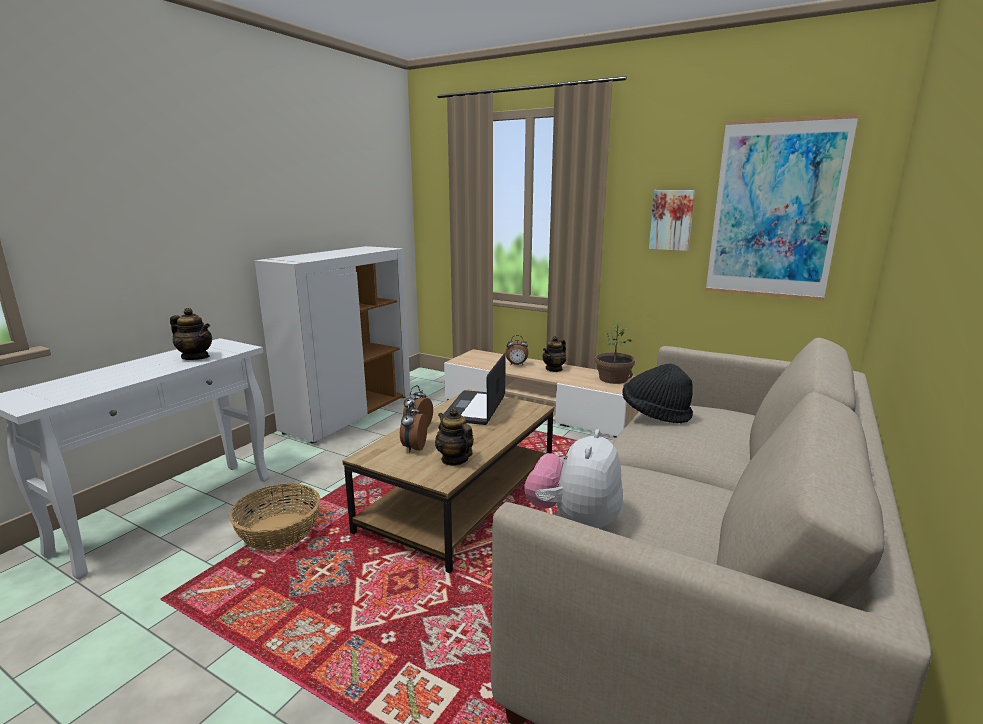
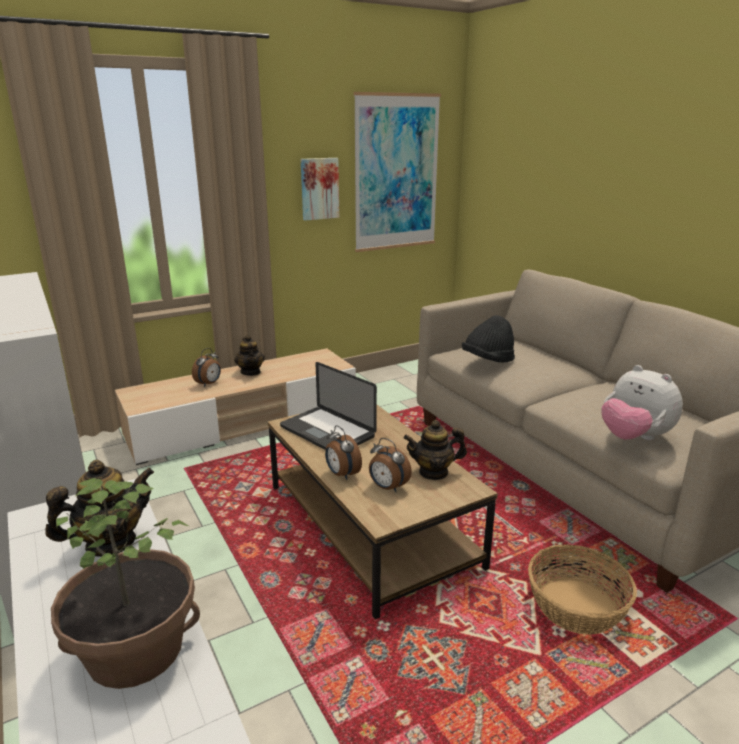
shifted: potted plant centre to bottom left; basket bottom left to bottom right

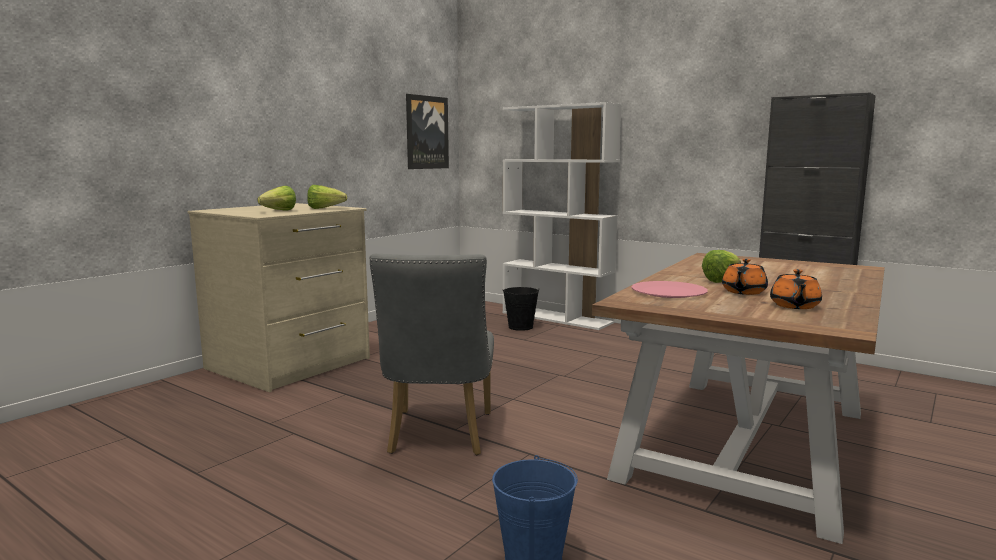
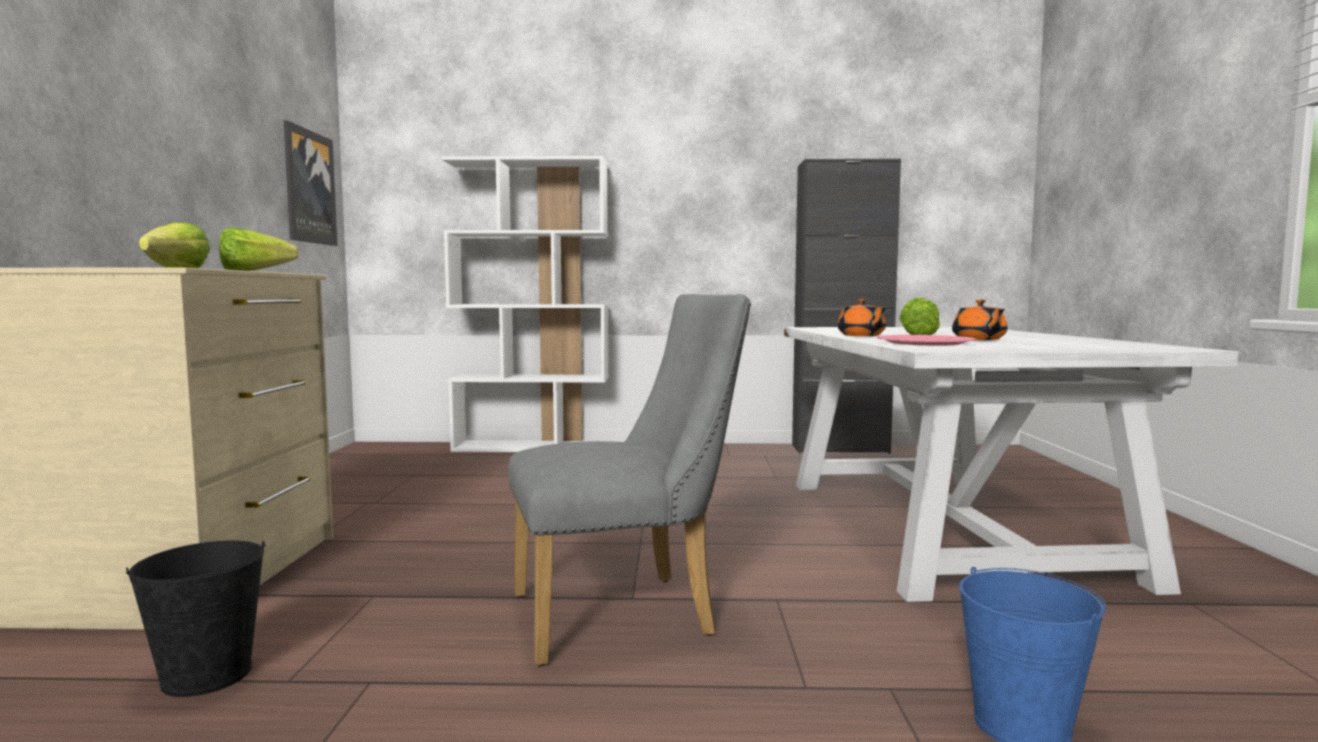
shifted: black bucket centre to bottom left; orange teapot (no. 2 from left in the first image) middle right to orange teapot (no. 1 from left) centre
repainted: brown dining table bottom right to white dining table middle right
rotated: grey chair centre = centre 75 degrees counterclockwise

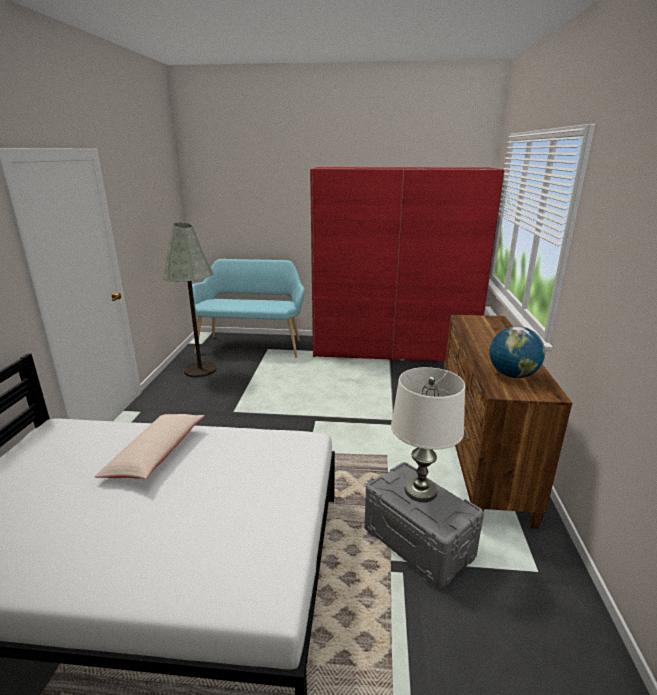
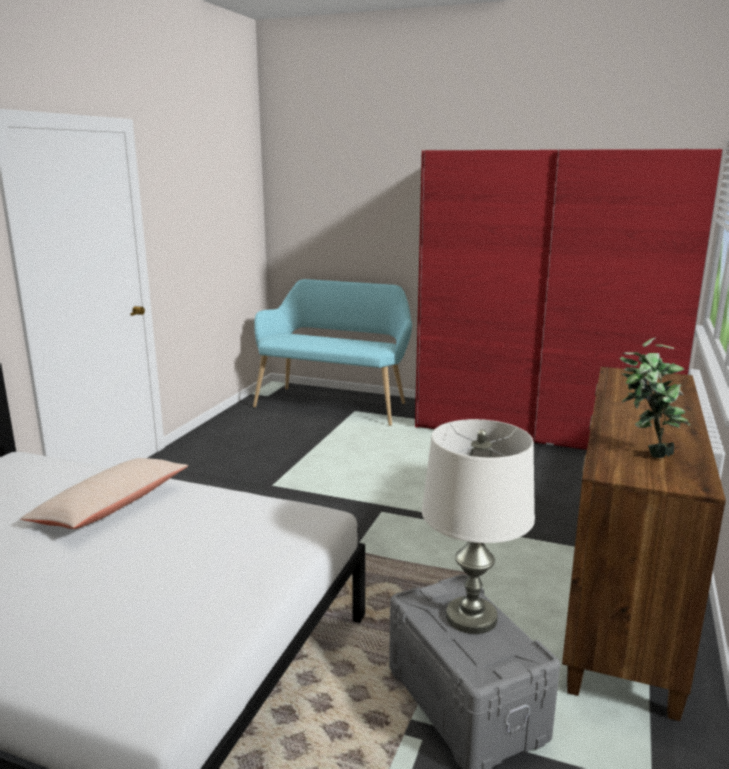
gone: grey floor lamp middle left
swapped: globe middle right to potted plant middle right

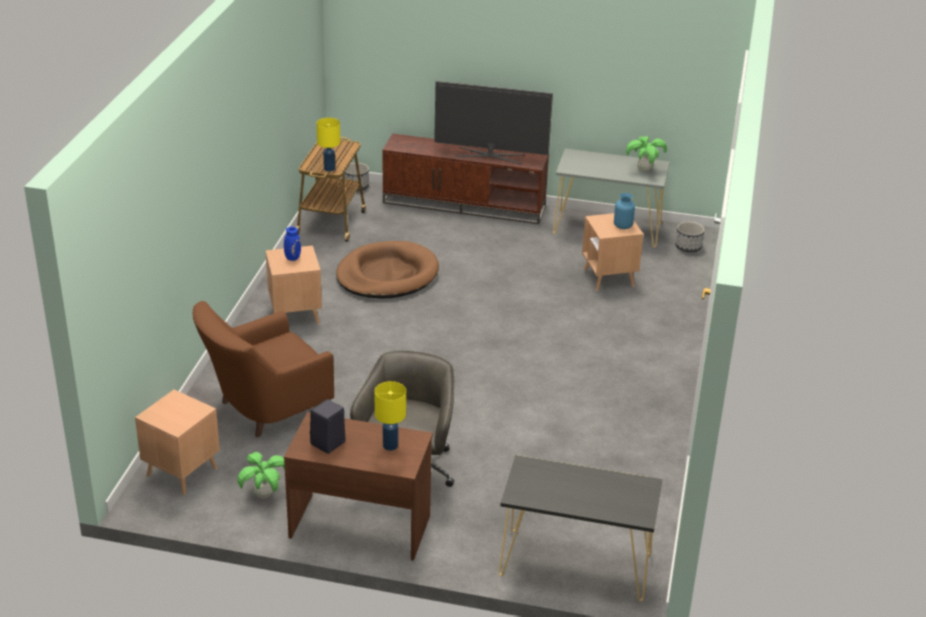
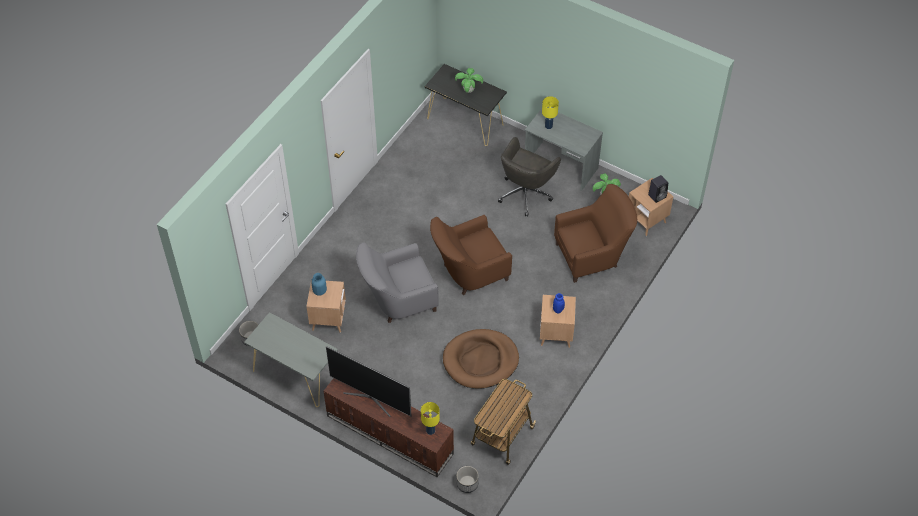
new: grey armchair centre; brown armchair (no. 1 from left) centre
shifted: yellow table lamp (no. 1 from left) top centre to bottom centre; potted plant (no. 2 from left in the first image) top right to potted plant (no. 1 from left) top centre; black speaker bottom centre to middle right
repainted: brown desk bottom centre to grey desk top centre

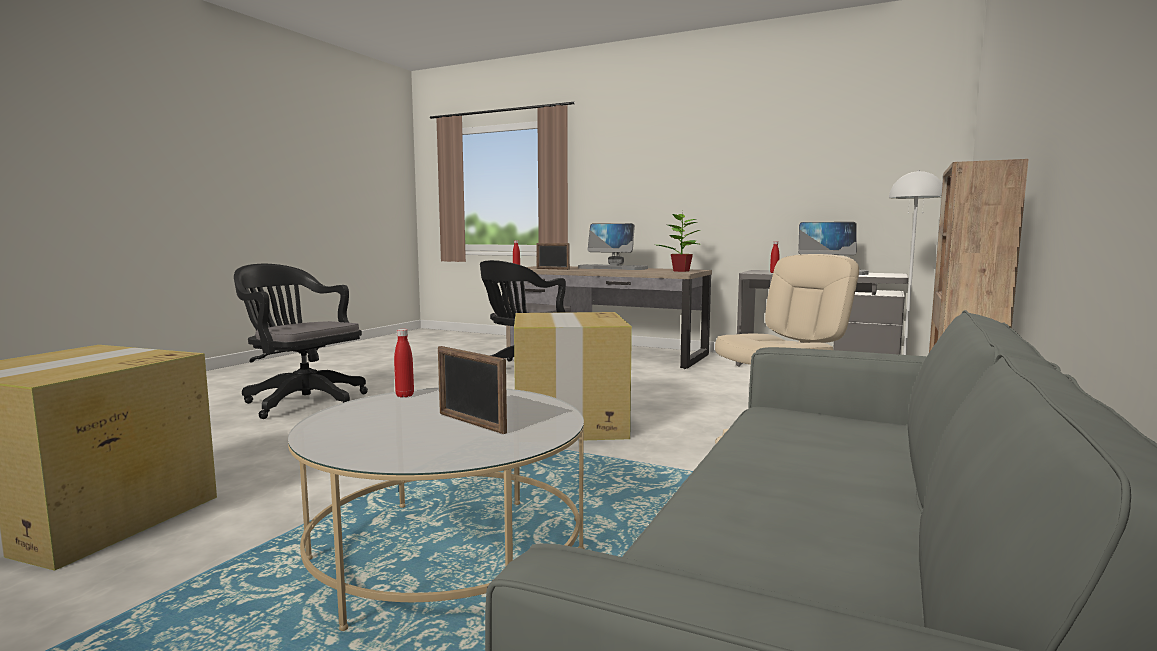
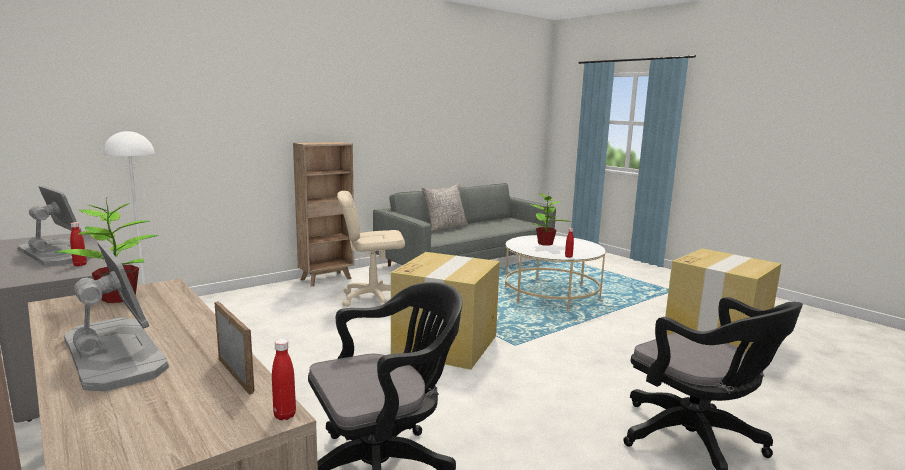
new: grey pillow centre
swapped: picture frame (no. 1 from left) centre to potted plant (no. 2 from left) centre

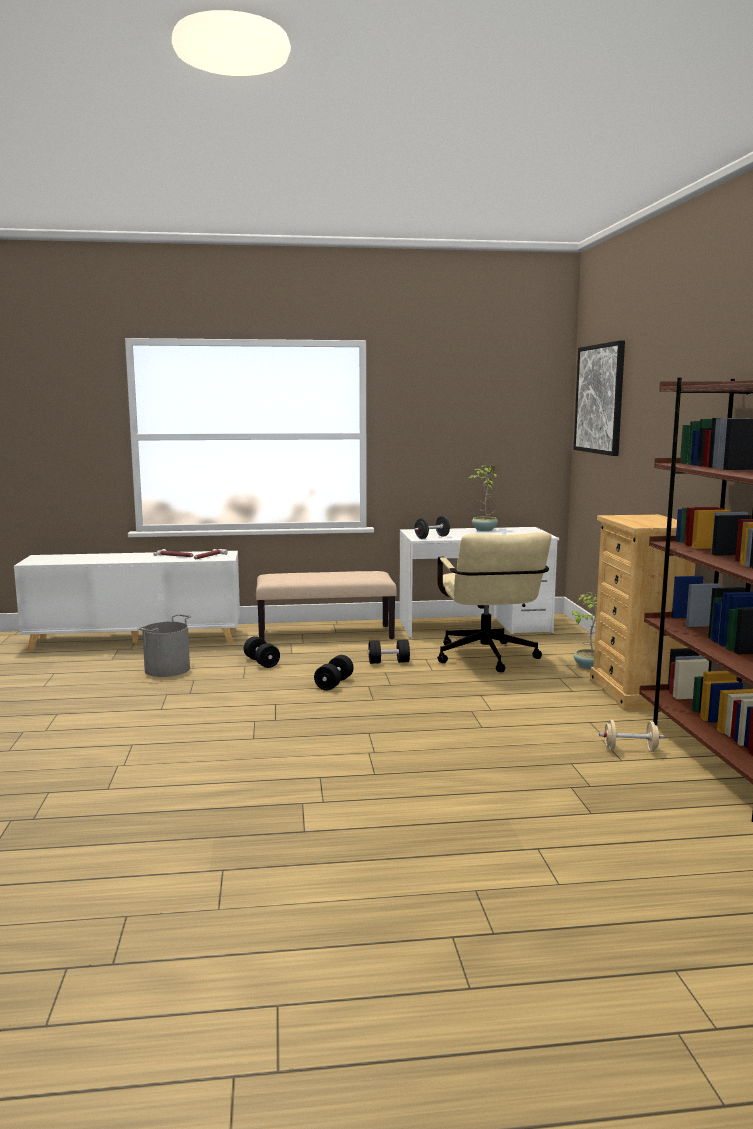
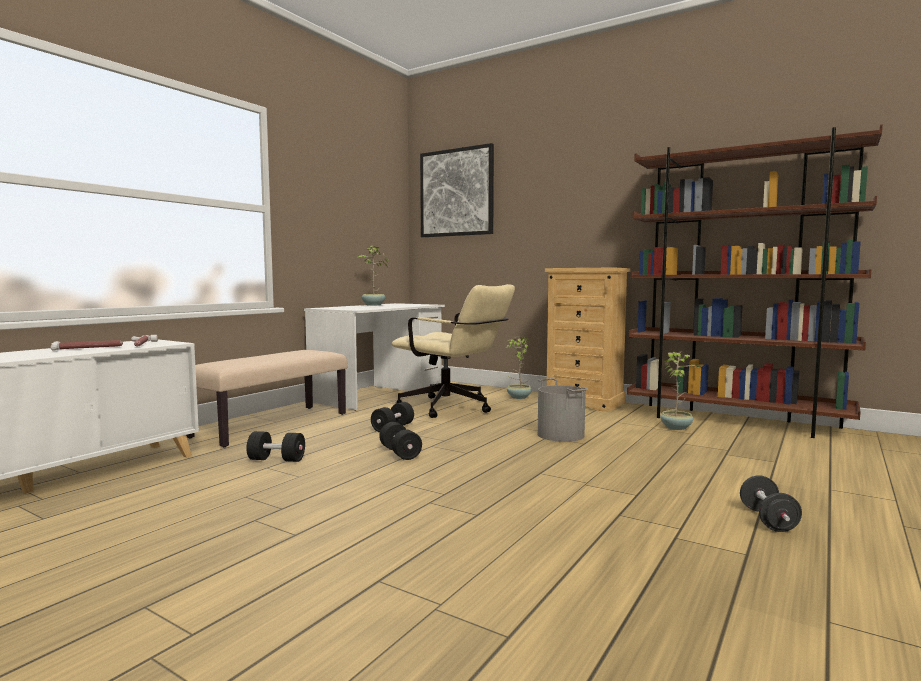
shifted: grey bucket middle left to centre; black dumbbell (no. 4 from left) centre to bottom right
swapped: beige dumbbell middle right to potted plant (no. 3 from left) middle right

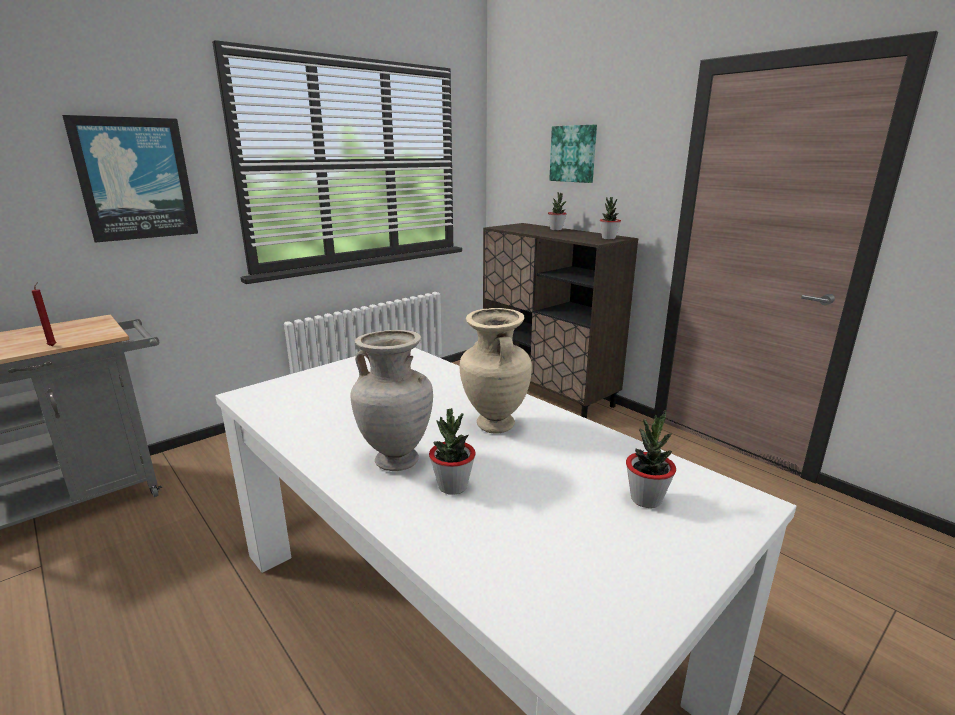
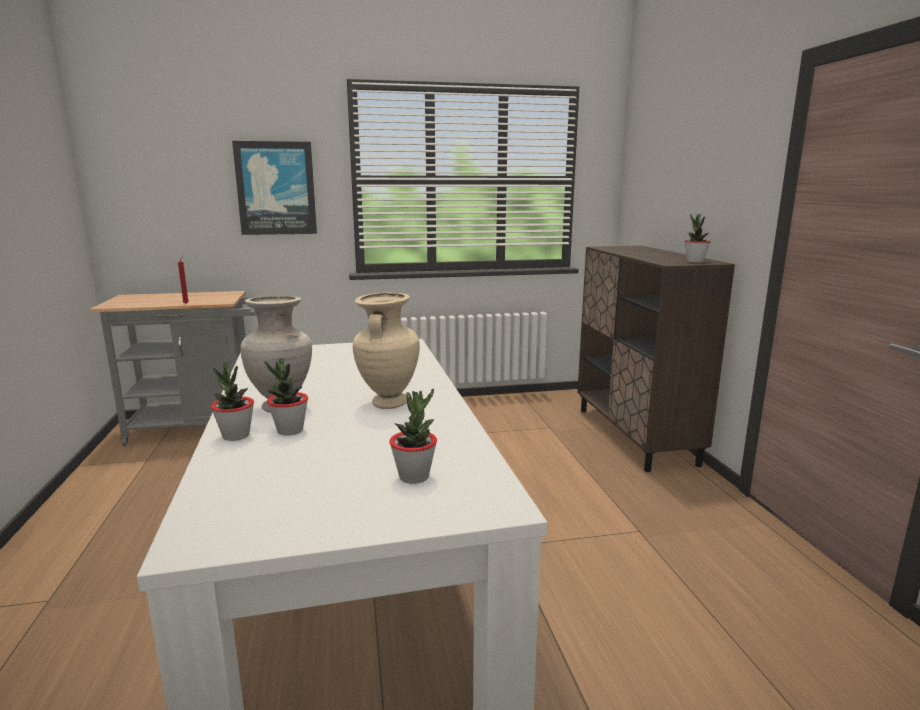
gone: picture (no. 2 from left) top centre
shifted: potted plant (no. 2 from left in the first image) top centre to potted plant (no. 1 from left) middle left

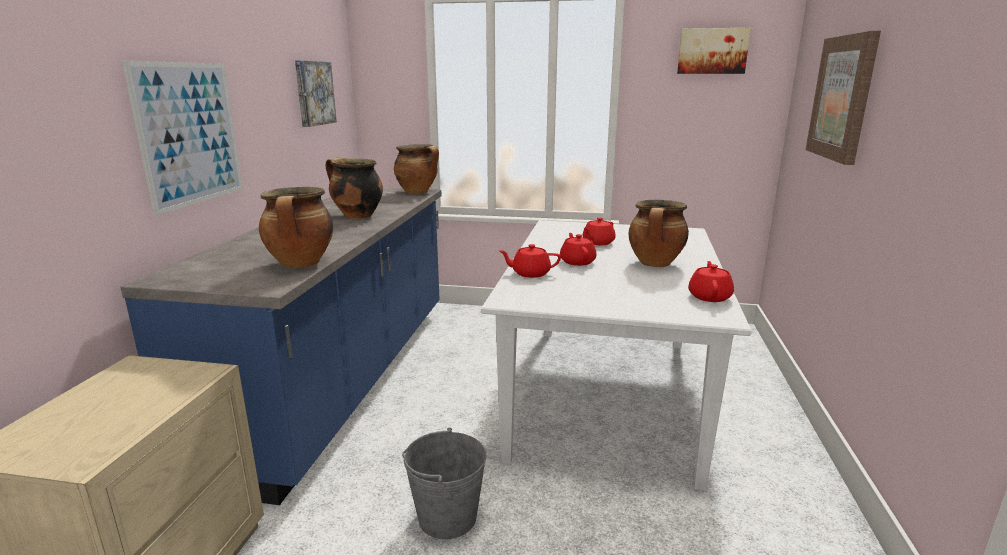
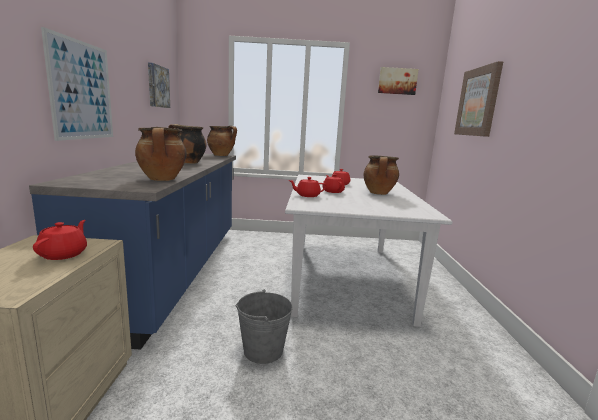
shifted: red teapot (no. 4 from left in the first image) middle right to red teapot (no. 1 from left) middle left

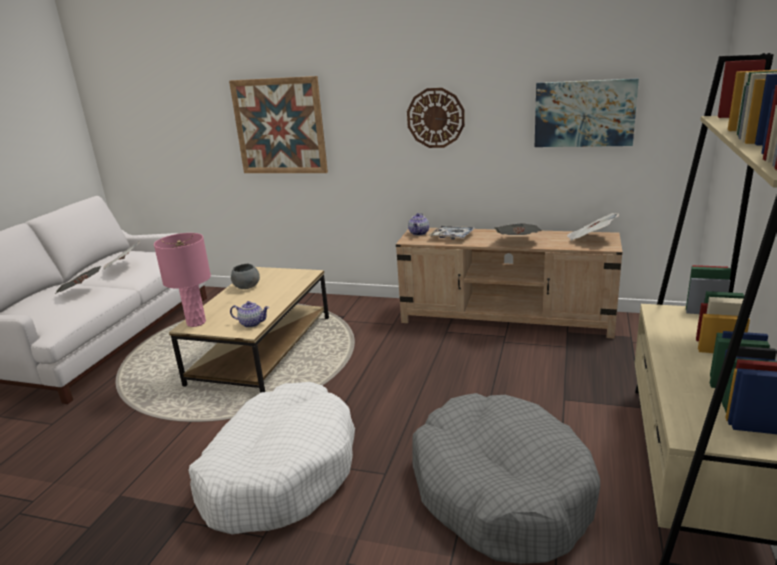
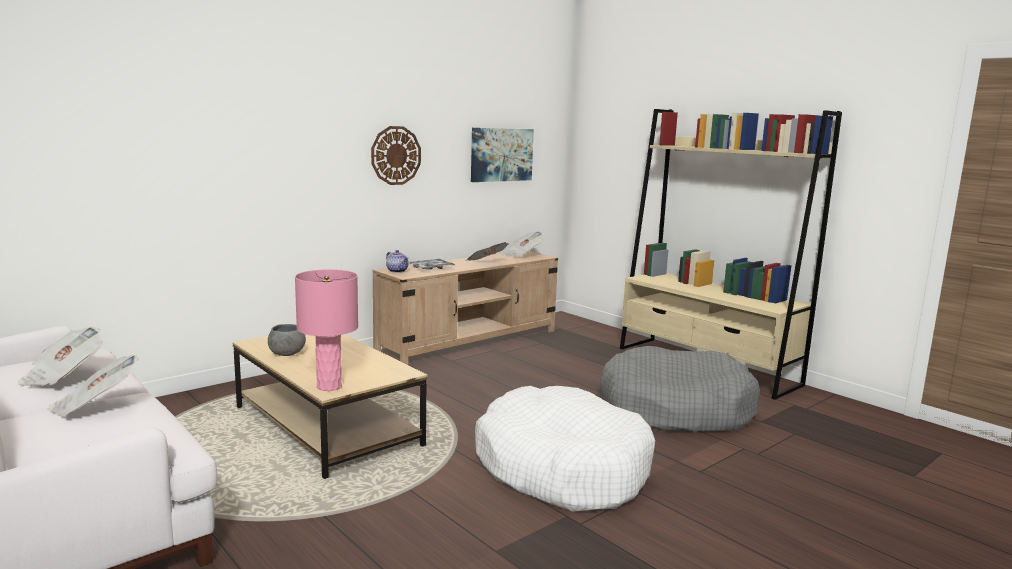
gone: picture (no. 1 from left) top centre; teapot (no. 1 from left) middle left

